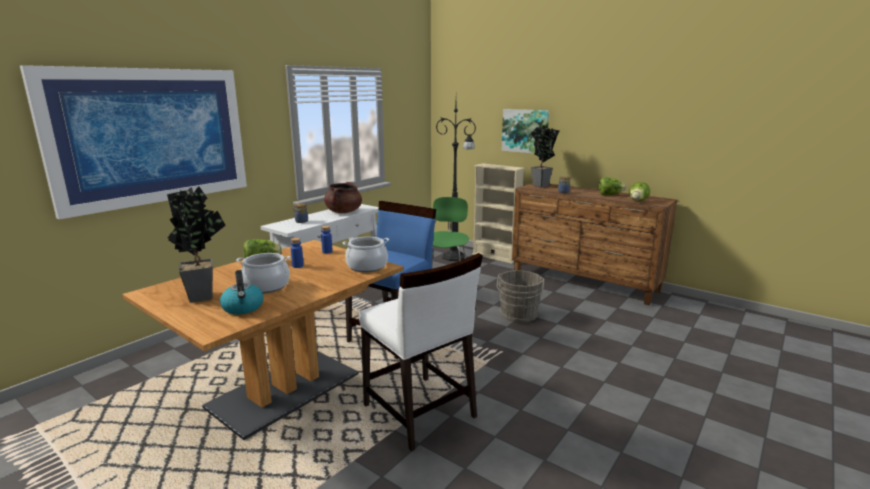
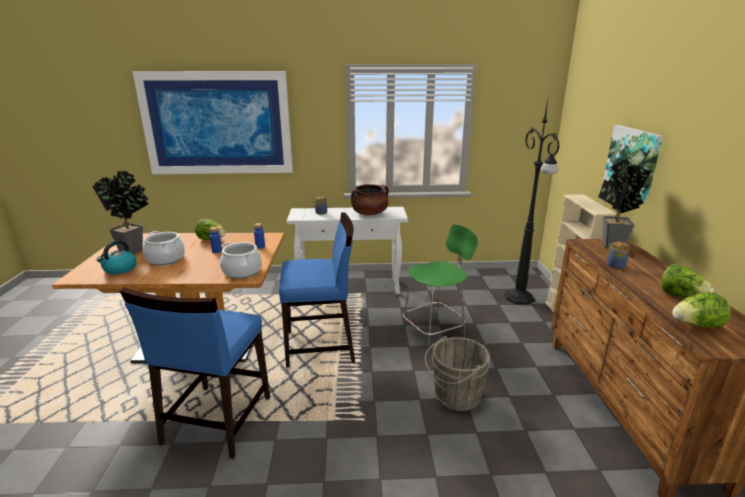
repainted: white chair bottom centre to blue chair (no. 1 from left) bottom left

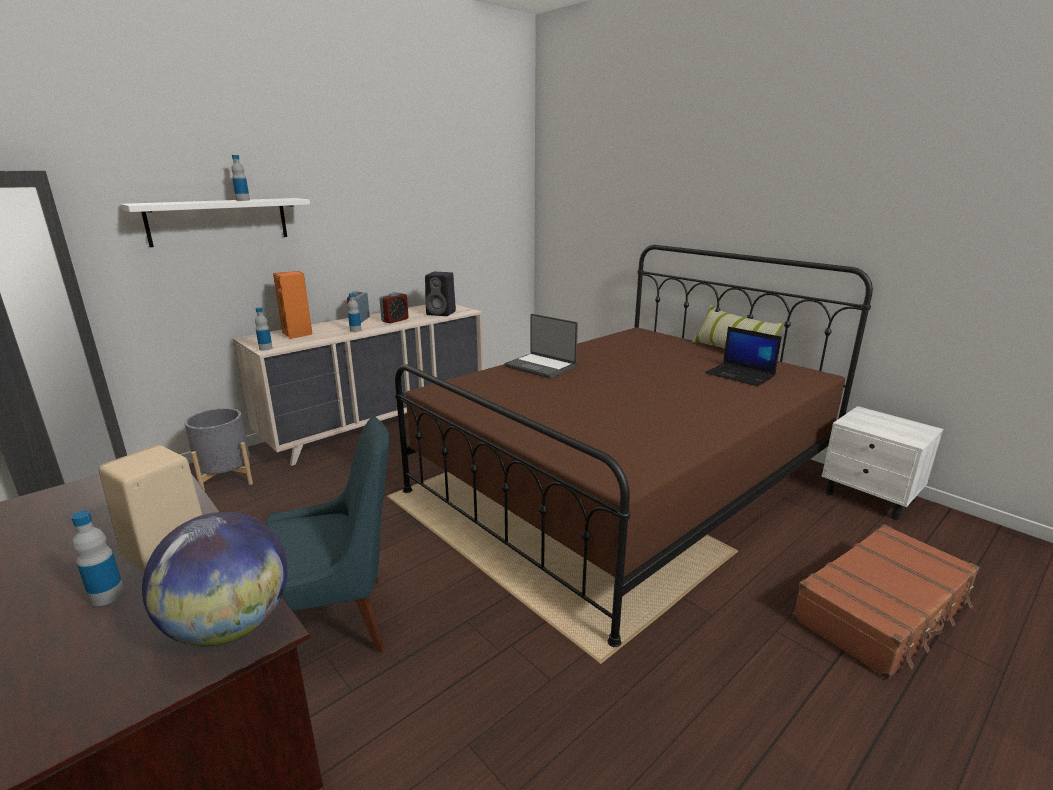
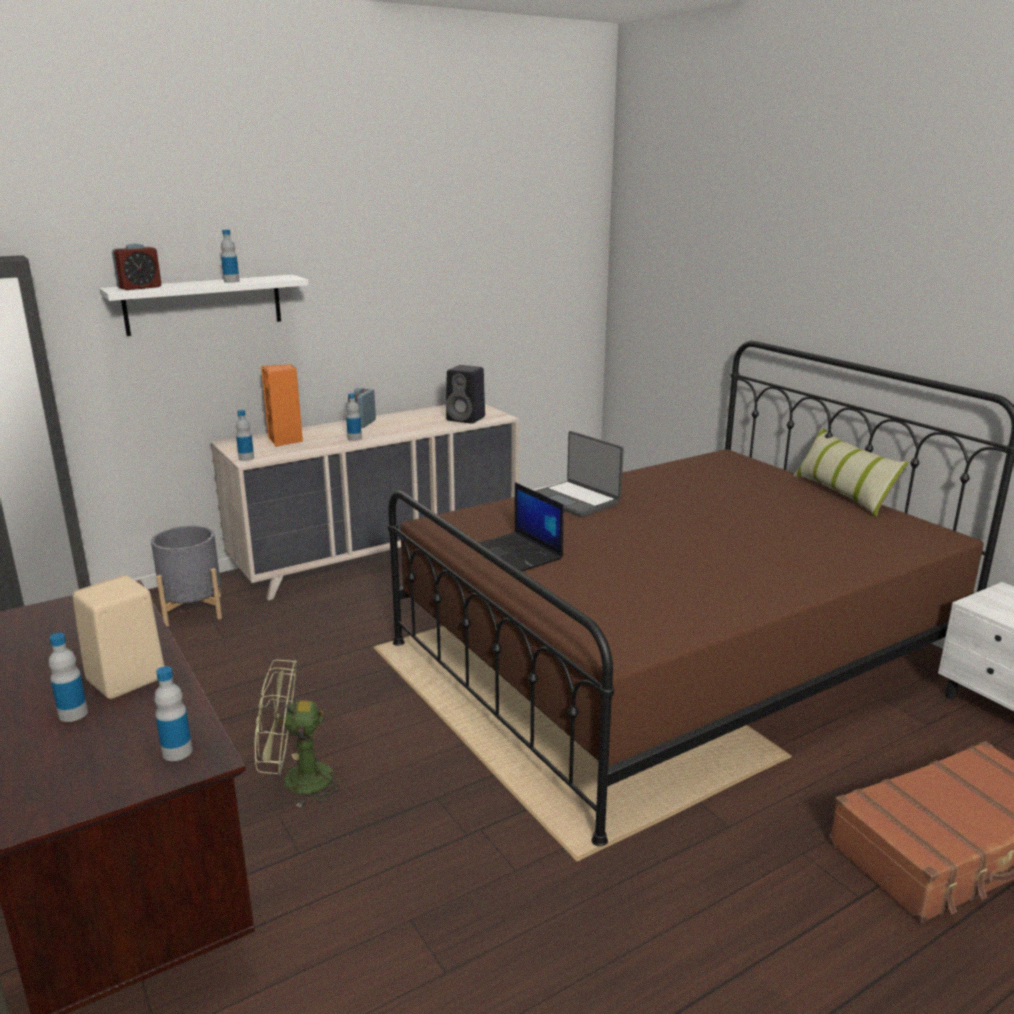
shifted: alarm clock (no. 2 from left in the first image) centre to alarm clock (no. 1 from left) top left; laptop (no. 2 from left in the first image) middle right to laptop (no. 1 from left) centre
swapped: globe bottom left to bottle (no. 2 from left) bottom left; blue chair bottom left to green fan bottom left

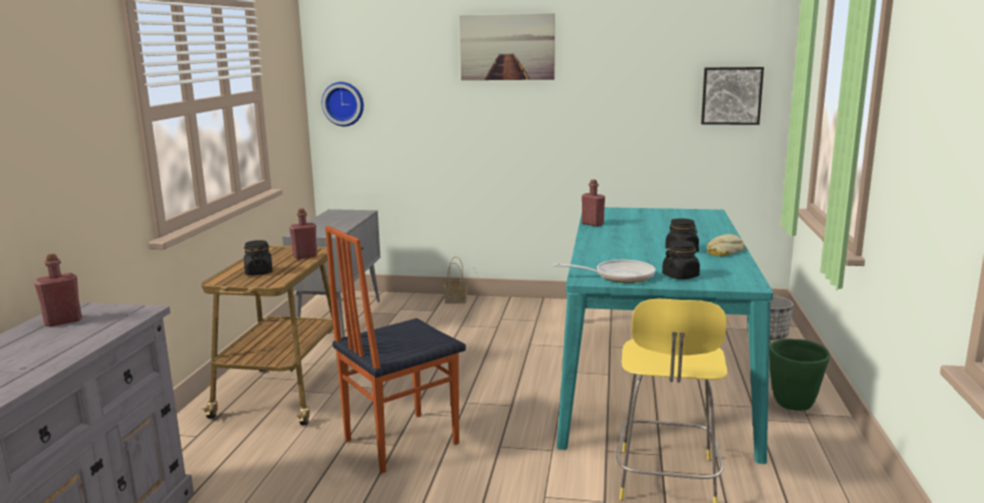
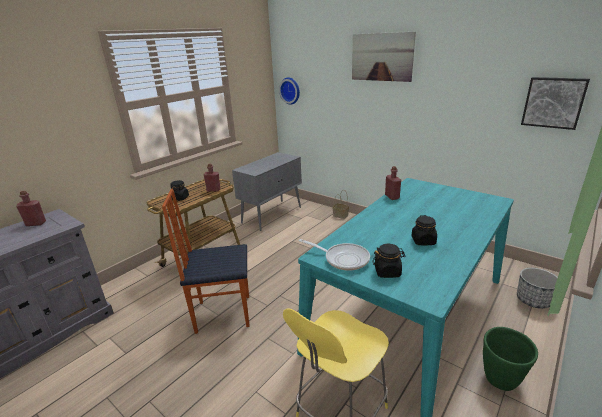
gone: bread middle right

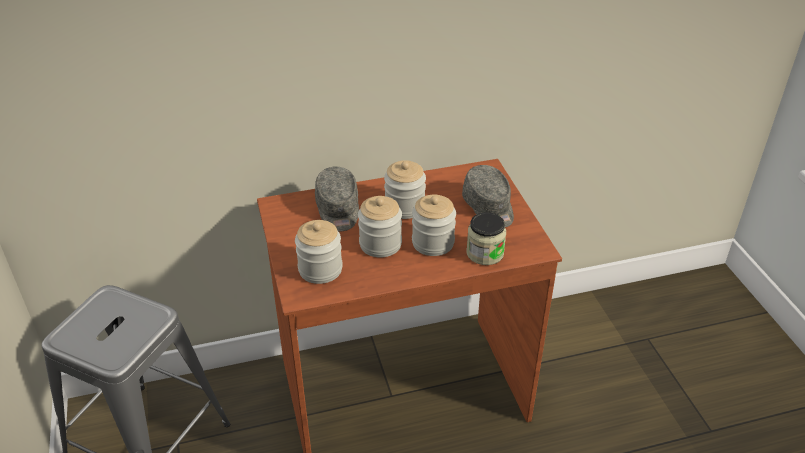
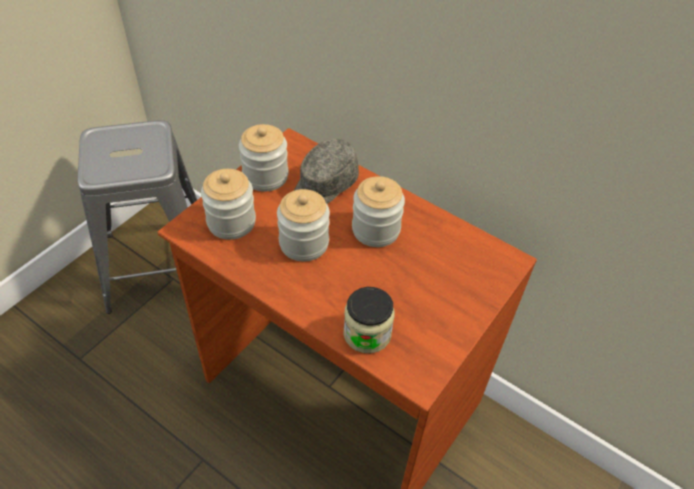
gone: grey cap (no. 2 from left) centre
shifted: jar (no. 4 from left in the first image) centre to jar (no. 2 from left) top centre

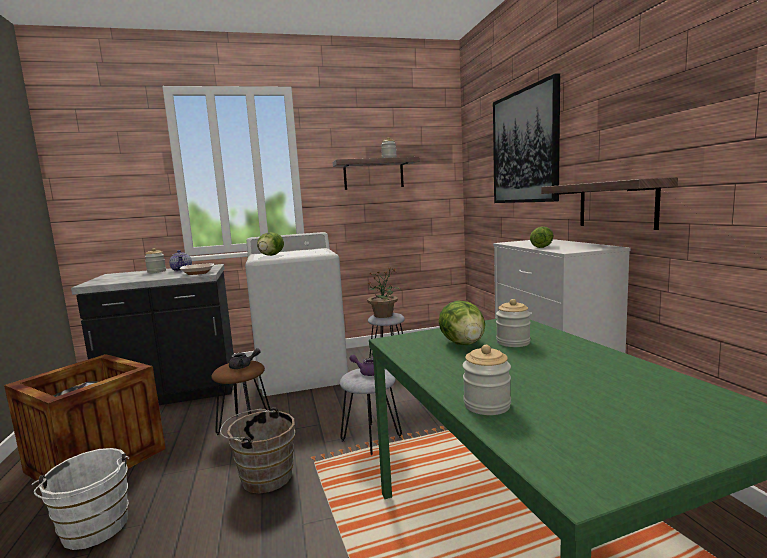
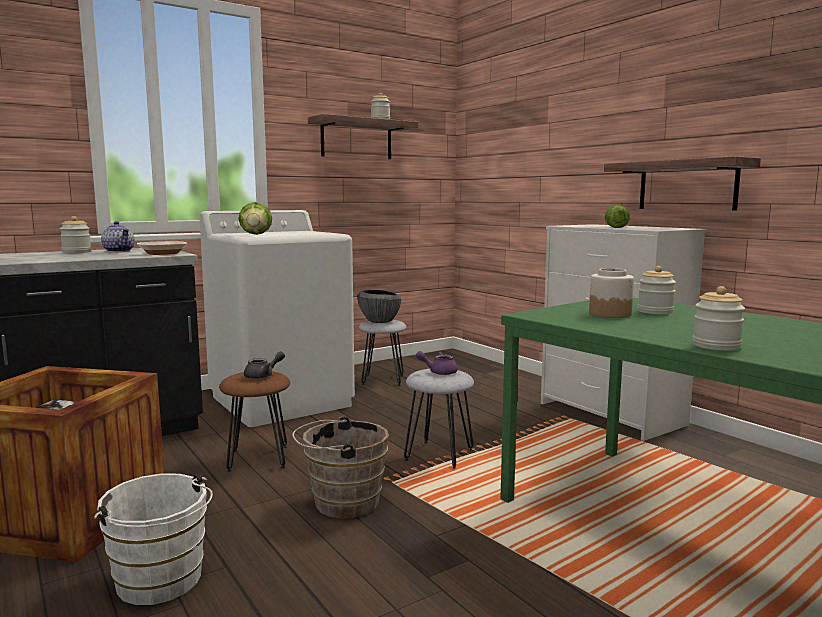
gone: picture top right
swapped: potted plant centre to bowl (no. 2 from left) centre; lettuce (no. 2 from left) centre to jar (no. 3 from left) middle right

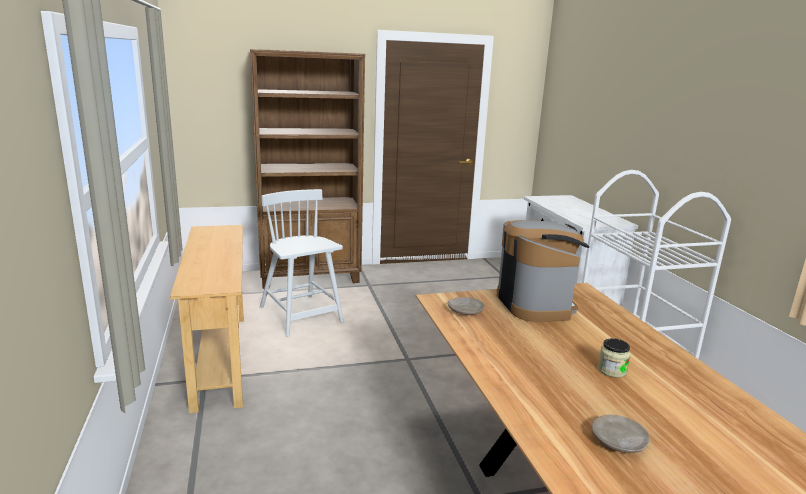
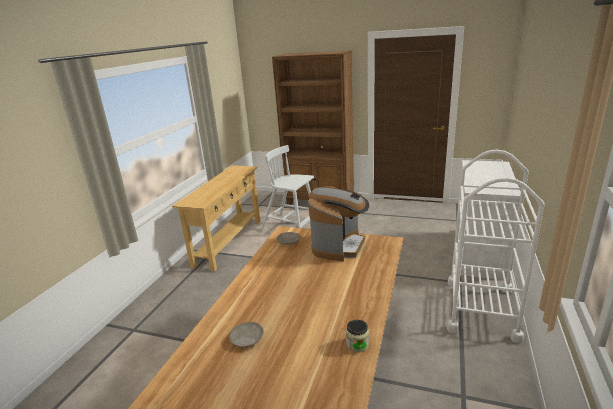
shifted: jar bottom right to bottom centre
rotated: white chair centre = centre 60 degrees counterclockwise

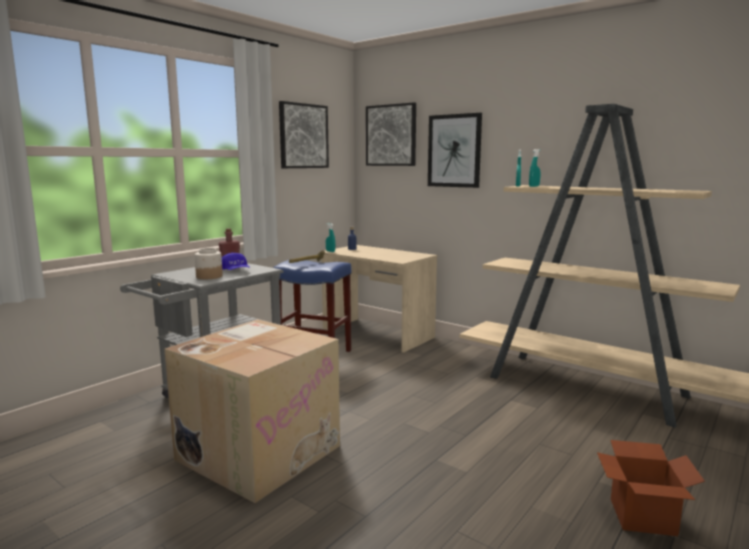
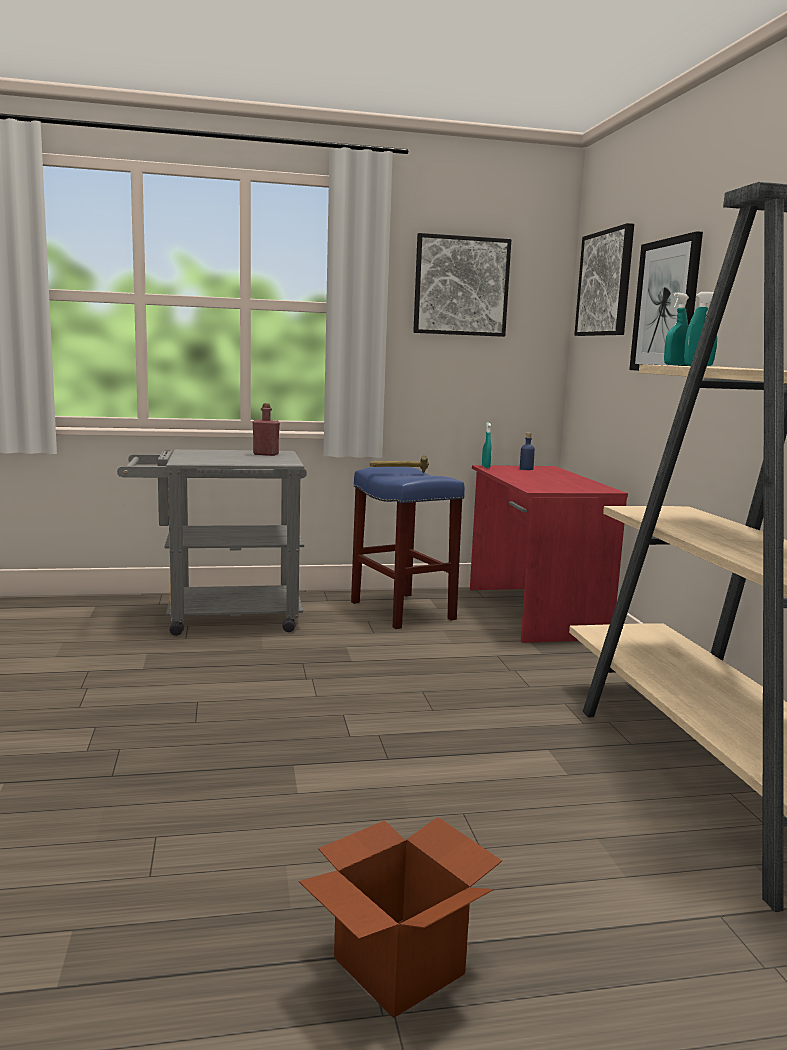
gone: cardboard box (no. 1 from left) bottom centre; jar middle left; blue cap middle left
repainted: beige desk centre to red desk middle right

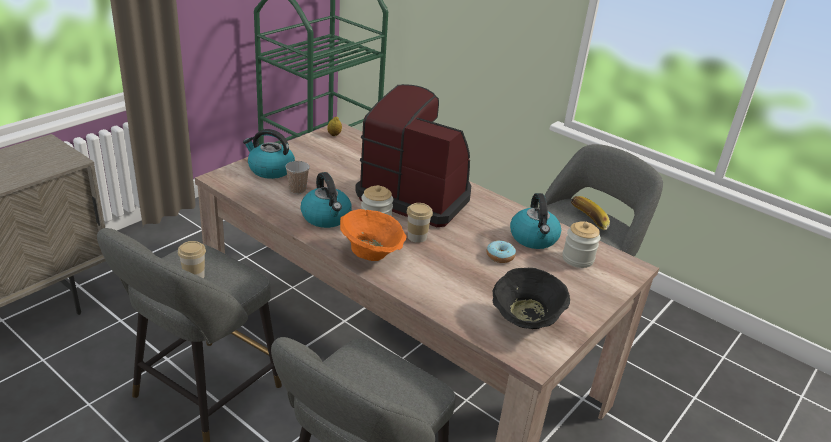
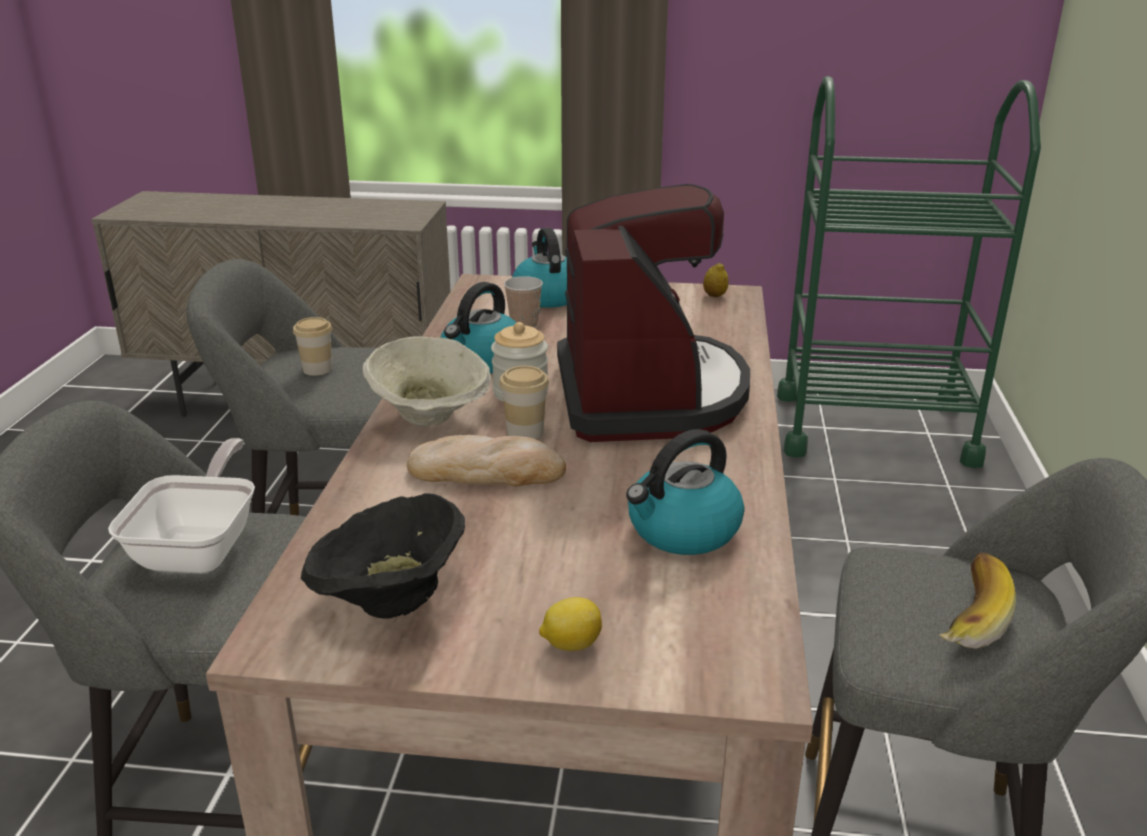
gone: donut centre; jar (no. 2 from left) middle right
new: frying pan middle left; bread centre; lemon (no. 1 from left) bottom centre
repainted: orange bowl centre to beige bowl centre

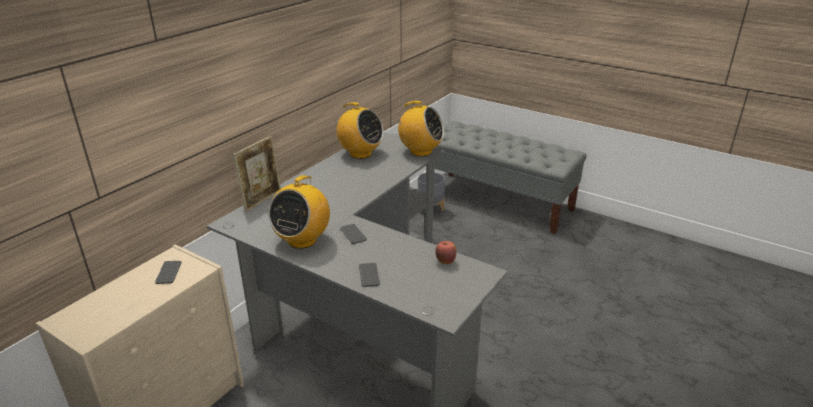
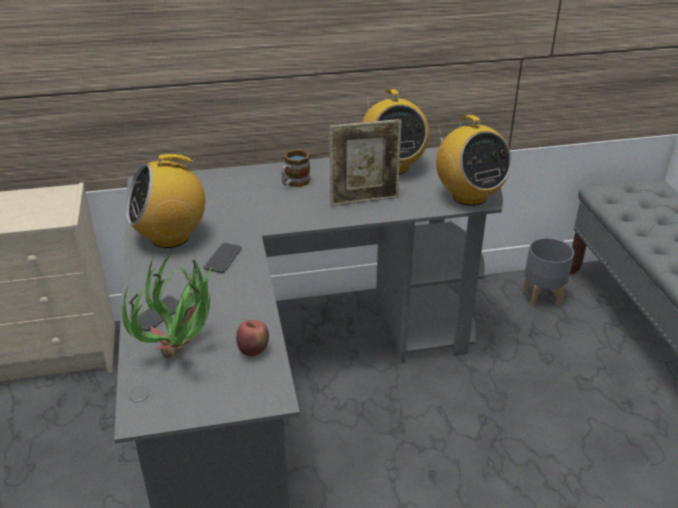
gone: phone (no. 1 from left) bottom left
new: potted plant middle left; mug top centre
shifted: picture frame middle left to top centre

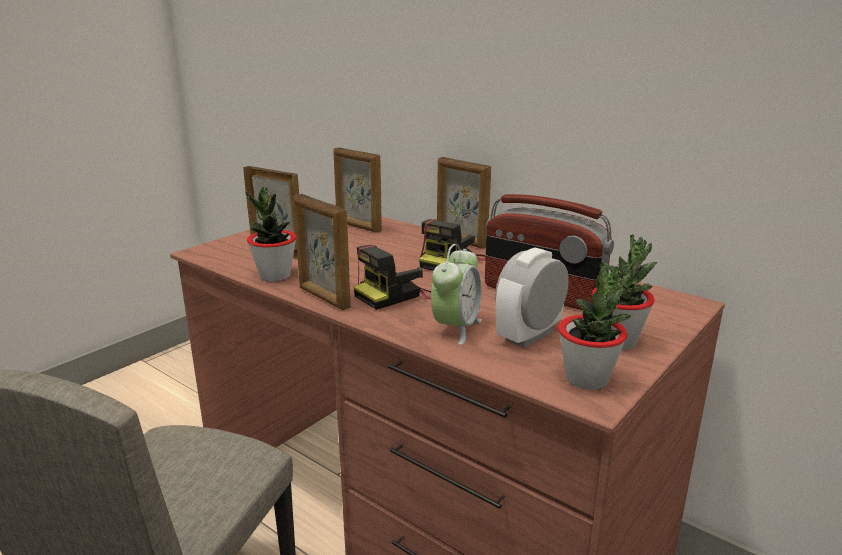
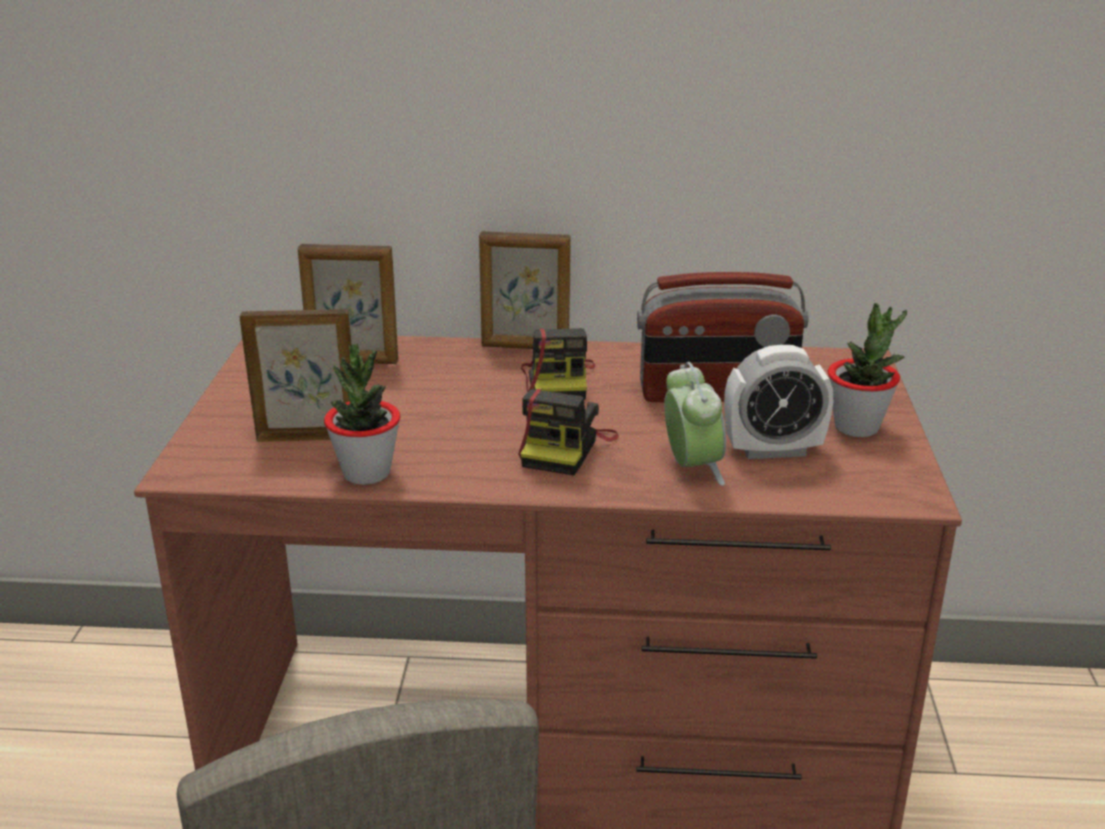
gone: picture frame (no. 2 from left) centre; potted plant (no. 2 from left) middle right
rotated: alarm clock (no. 2 from left) centre = middle right 105 degrees counterclockwise

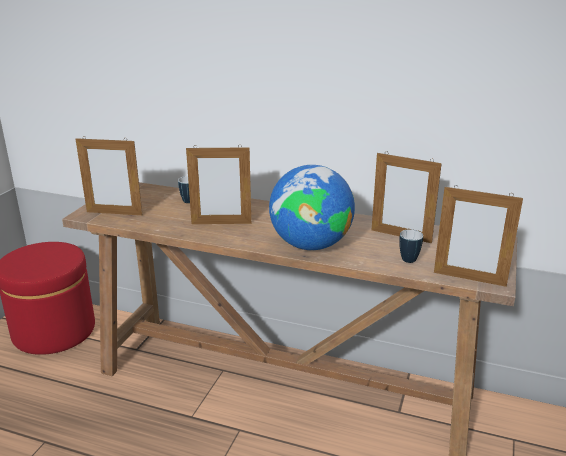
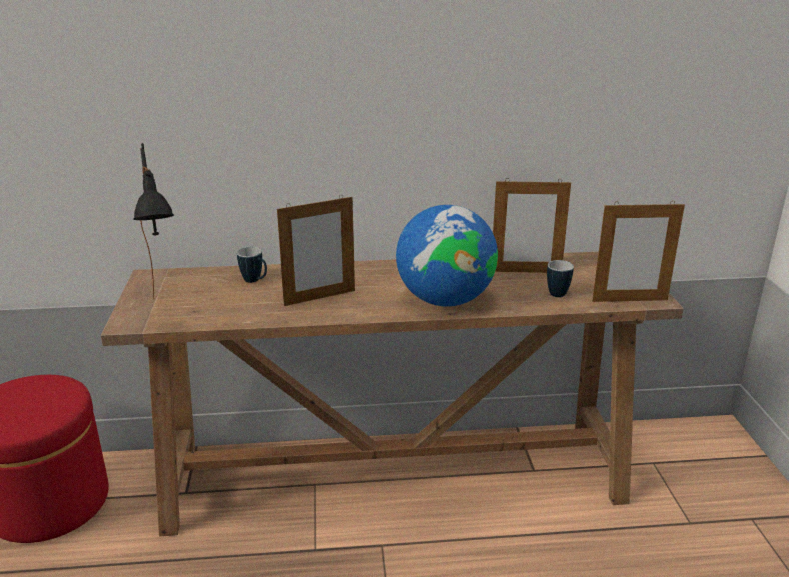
swapped: picture frame (no. 1 from left) middle left to black table lamp middle left

